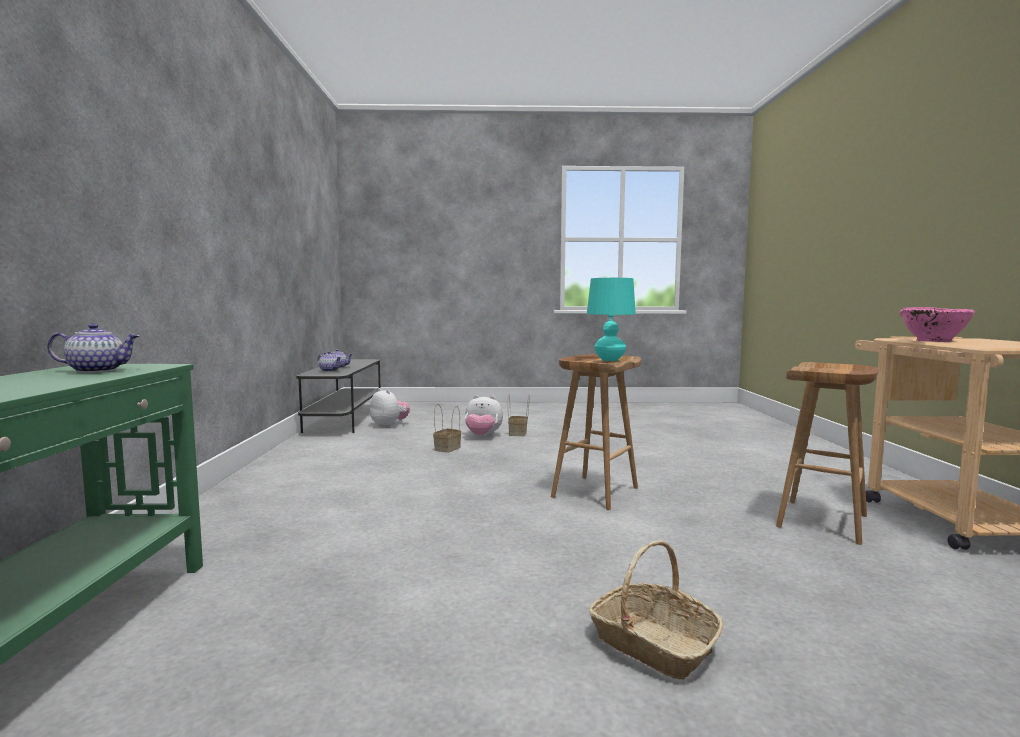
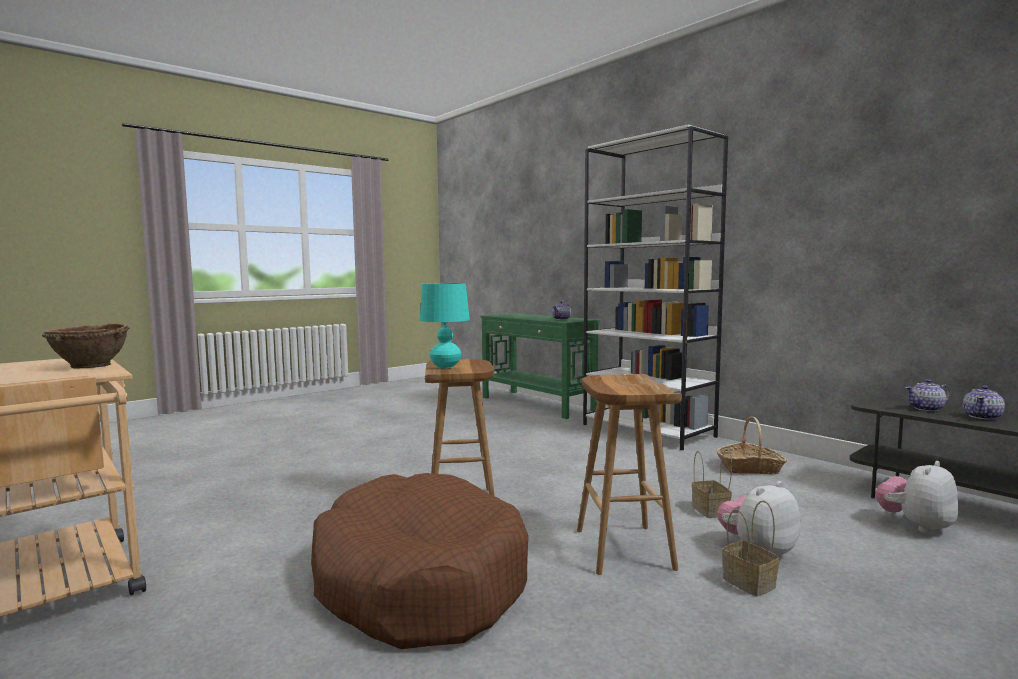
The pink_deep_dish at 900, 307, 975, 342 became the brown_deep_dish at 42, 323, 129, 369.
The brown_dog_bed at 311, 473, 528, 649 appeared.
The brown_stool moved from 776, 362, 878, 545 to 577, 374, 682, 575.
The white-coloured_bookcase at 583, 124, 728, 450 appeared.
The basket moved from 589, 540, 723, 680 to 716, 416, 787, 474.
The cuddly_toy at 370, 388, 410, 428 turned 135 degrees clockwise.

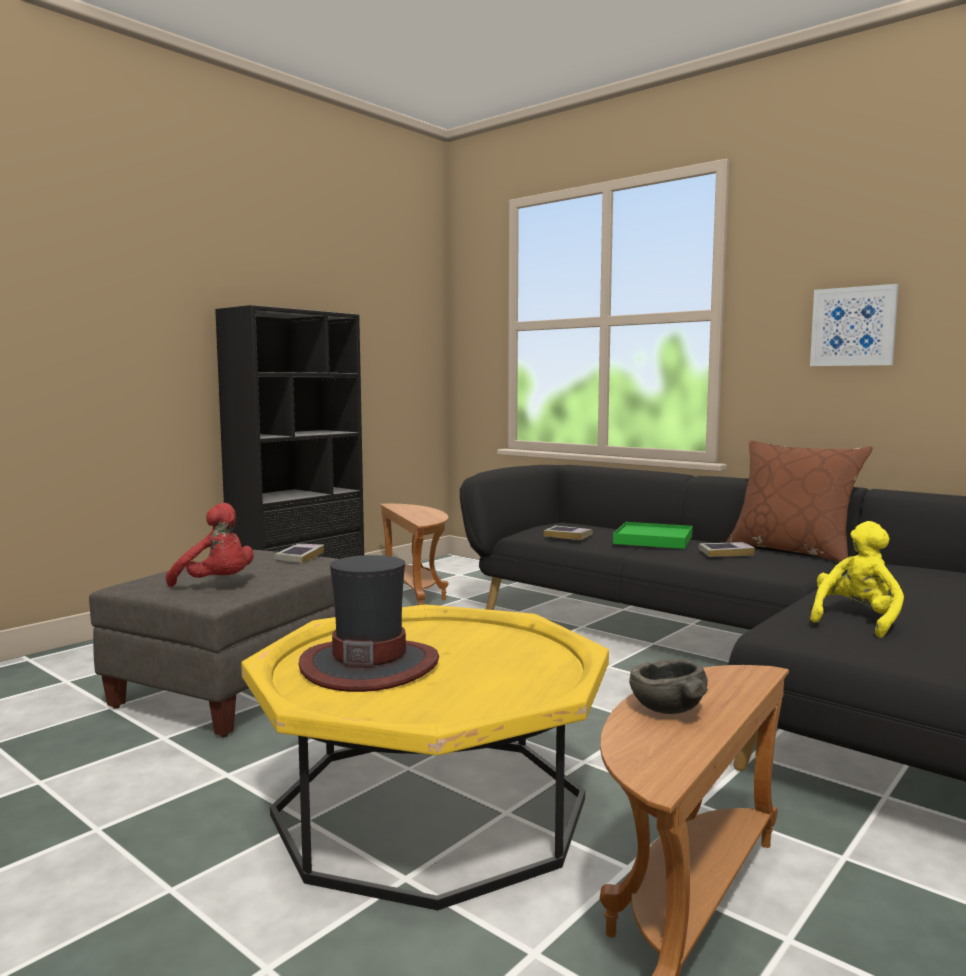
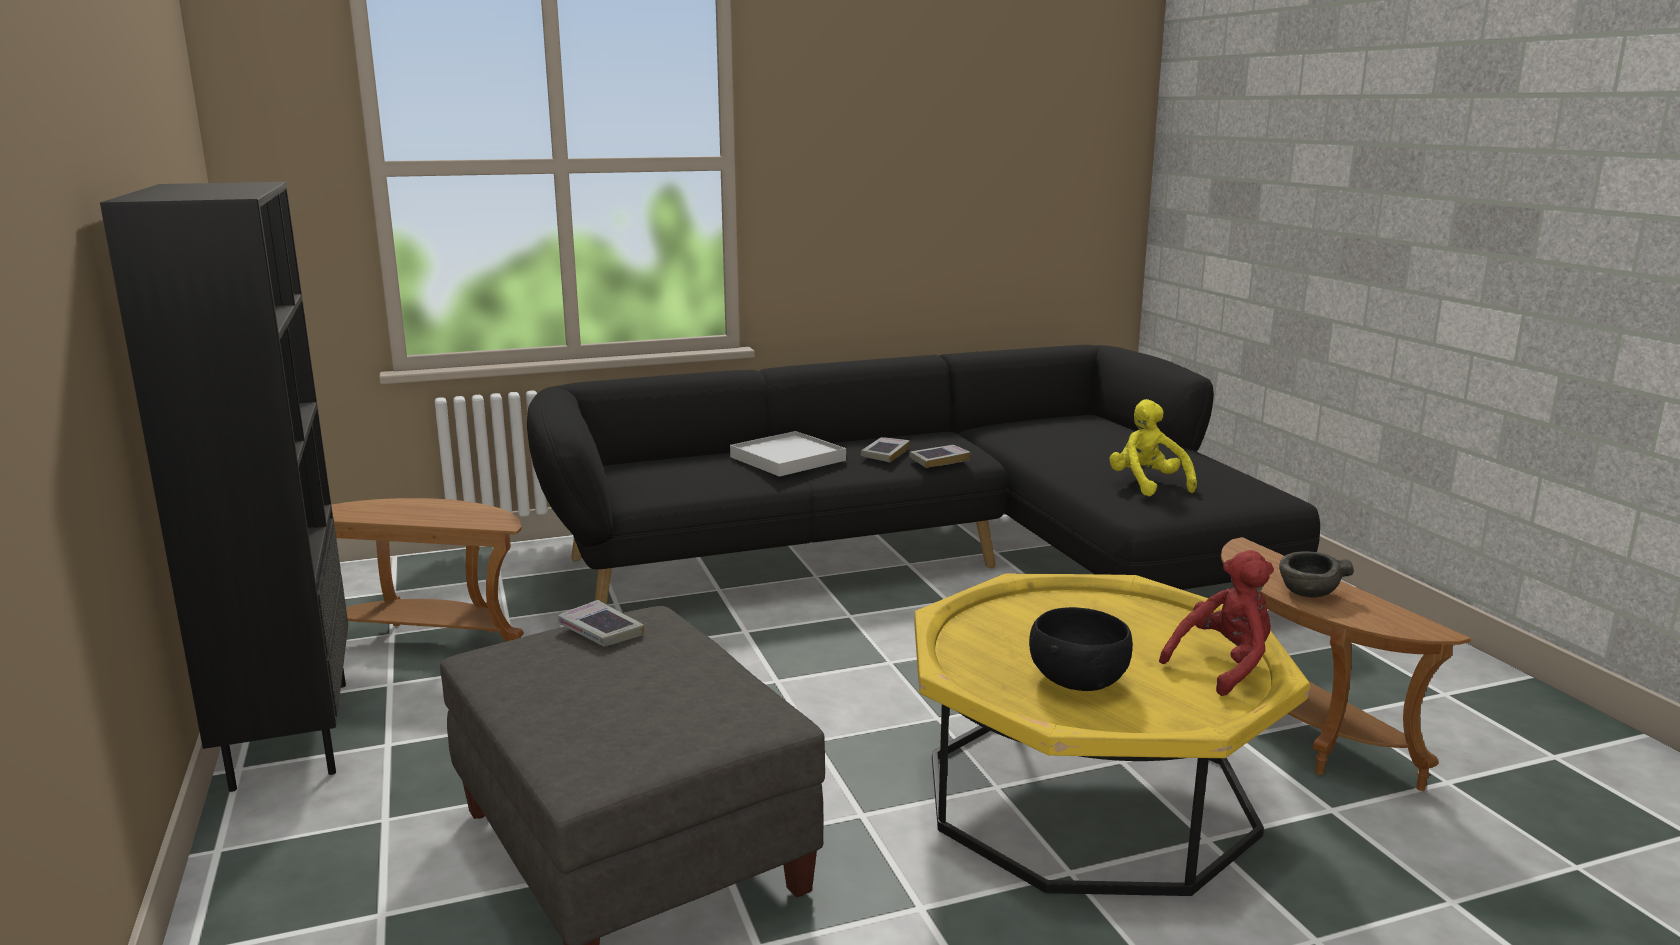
The green_carrying_tray at 613, 522, 693, 549 became the white-coloured_carrying_tray at 730, 431, 846, 477.
The bound_book moved from 544, 526, 592, 540 to 909, 445, 970, 468.
The hat at 298, 555, 439, 692 was replaced by the blackish_deep_dish at 1029, 607, 1133, 691.
The reddish_cuddly_toy moved from 166, 503, 254, 587 to 1159, 550, 1274, 696.
The brown_cushion at 726, 440, 873, 563 disappeared.
The picture at 810, 284, 898, 366 disappeared.

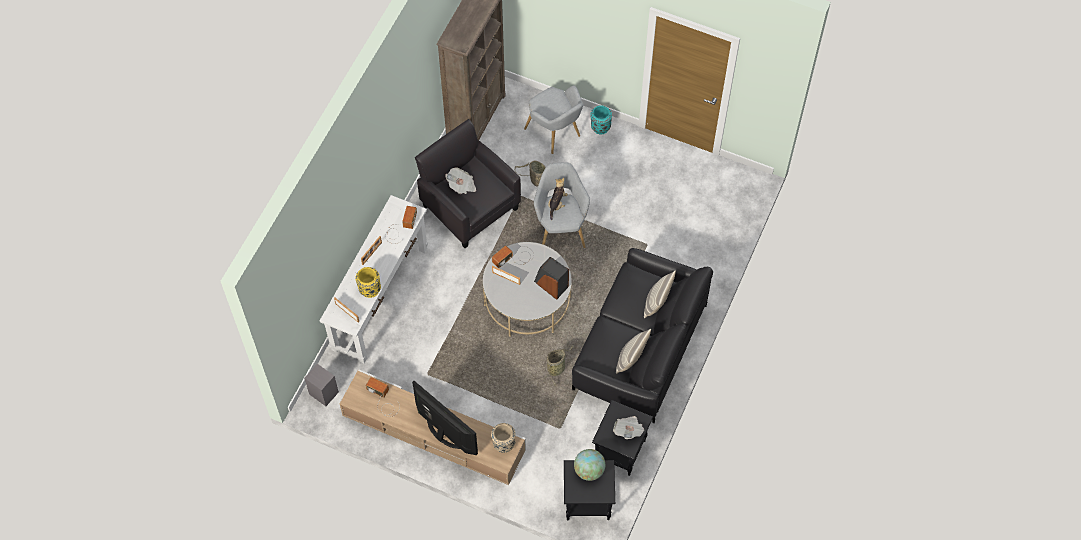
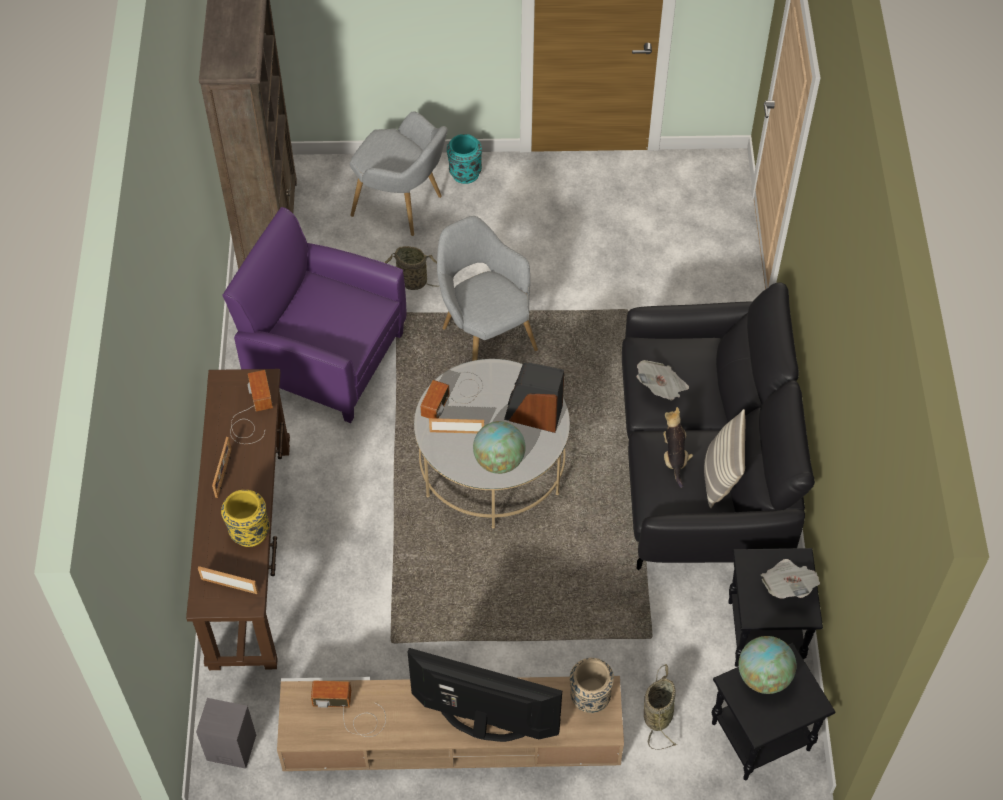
The white-coloured_console_table at 319, 195, 428, 363 became the brown_console_table at 186, 369, 290, 670.
The blackish_armchair at 415, 119, 521, 248 became the purplish_armchair at 222, 207, 407, 423.
The desk_globe at 473, 421, 526, 474 appeared.
The printed_paper moved from 446, 167, 476, 194 to 636, 360, 689, 400.
The basket moved from 543, 346, 573, 386 to 644, 664, 677, 749.
The cuddly_toy moved from 548, 178, 568, 220 to 663, 407, 693, 488.
The cushion at 644, 271, 676, 318 disappeared.

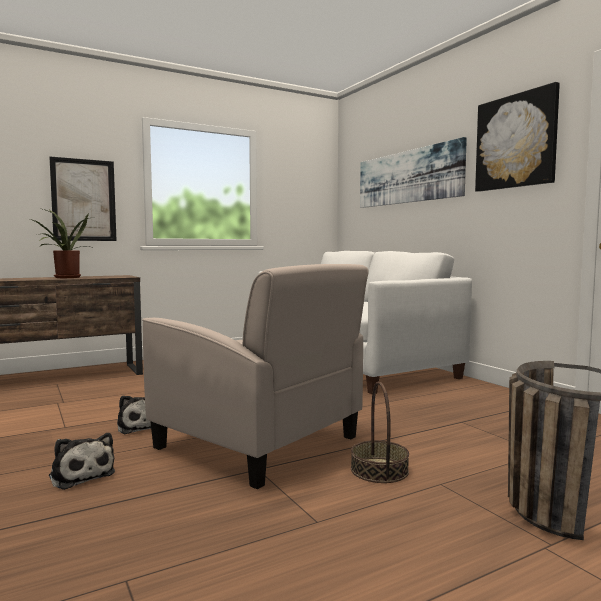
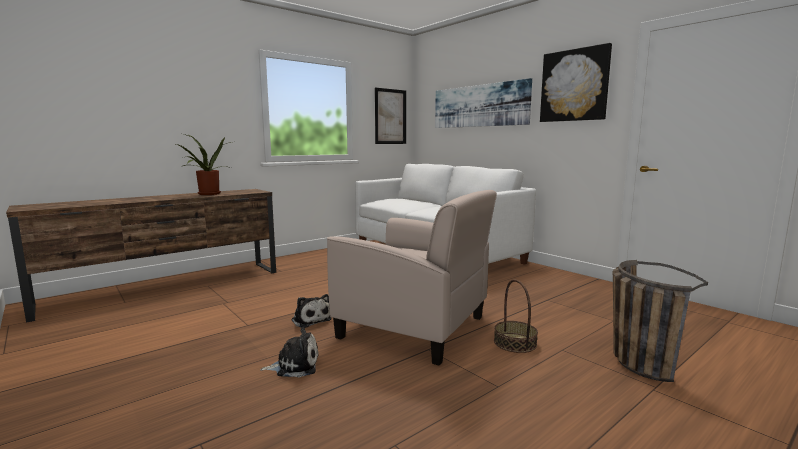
The cuddly_toy at 49, 433, 115, 490 turned 45 degrees counterclockwise.
The picture moved from 49, 157, 117, 241 to 375, 87, 406, 144.

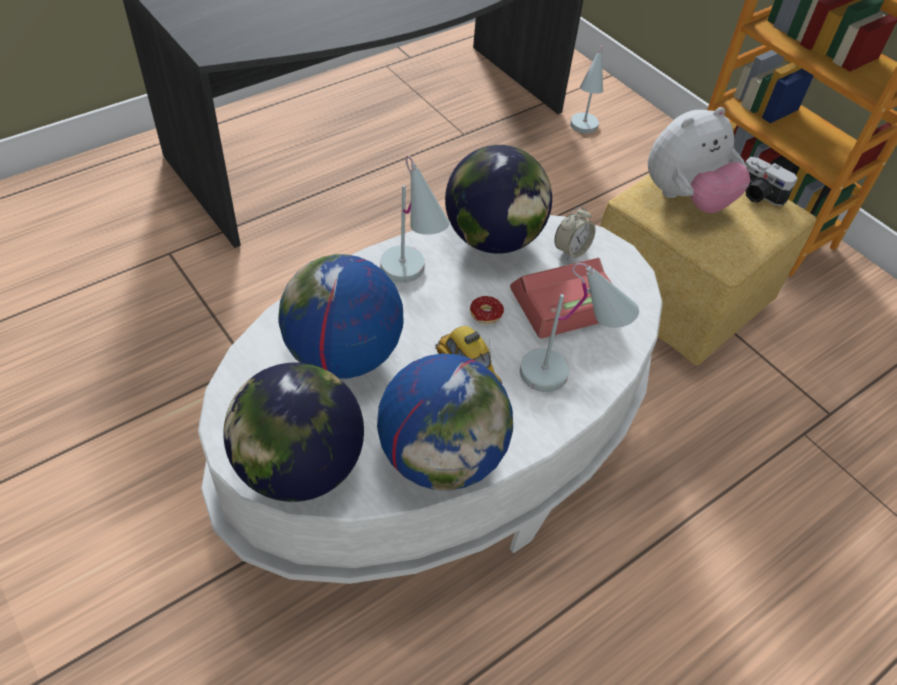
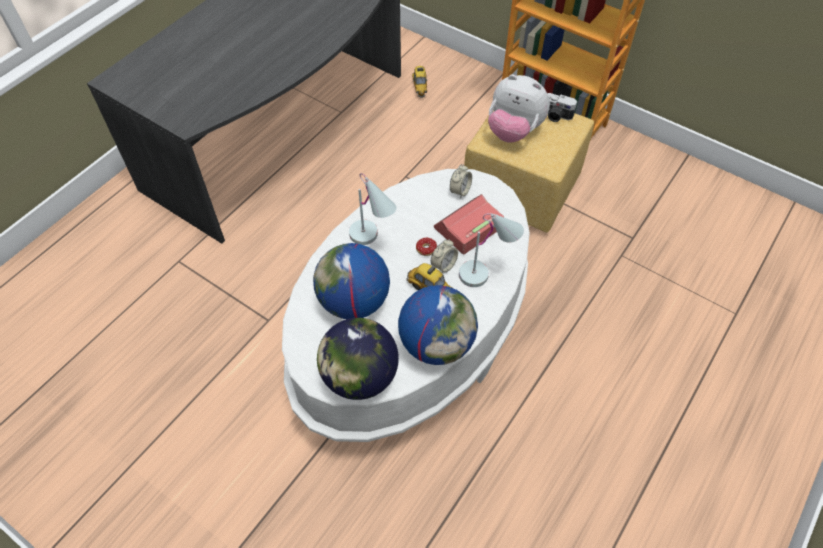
The white-coloured_table_lamp at 570, 45, 603, 134 was replaced by the miniature_car at 412, 66, 427, 98.
The bedside_clock at 431, 239, 458, 273 appeared.
The cuddly_toy at 648, 107, 750, 213 turned 75 degrees clockwise.
The desk_globe at 445, 145, 552, 254 disappeared.

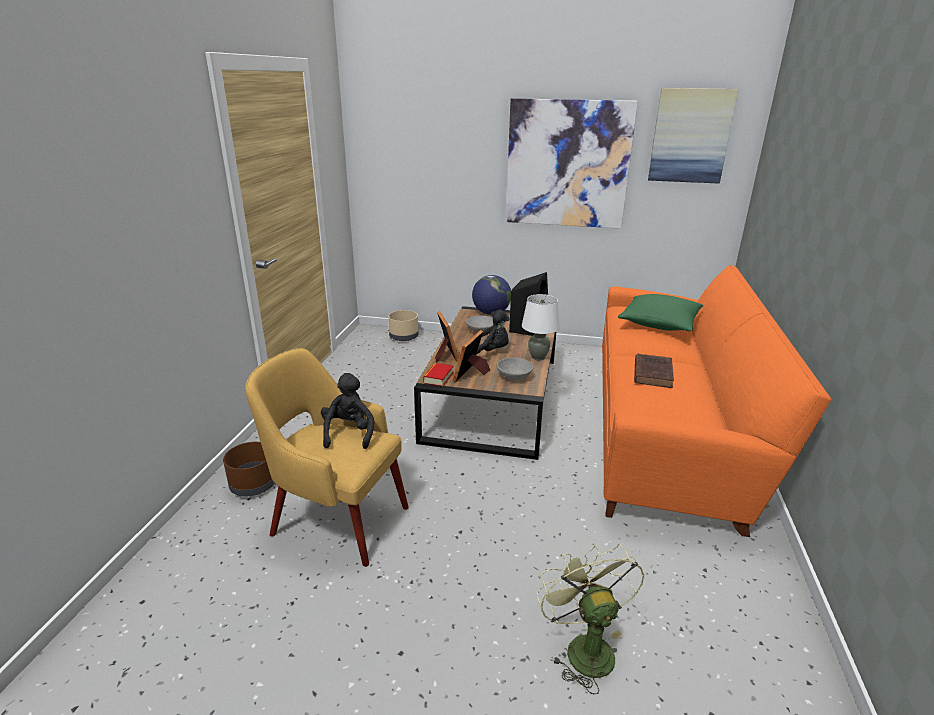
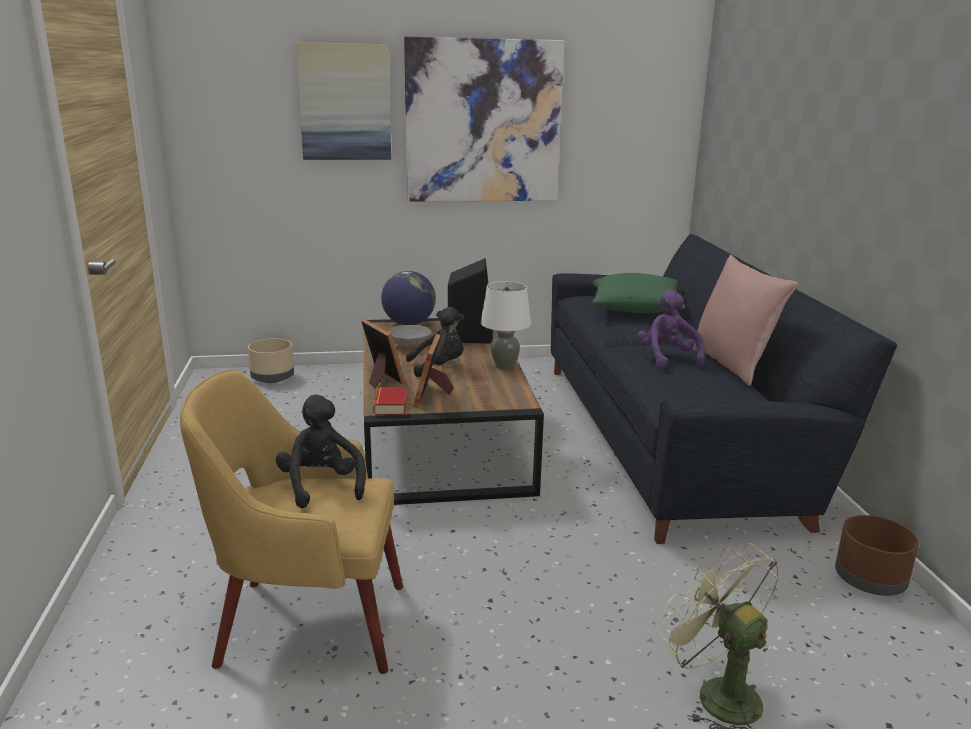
The picture moved from 648, 88, 738, 184 to 296, 42, 391, 160.
The orange_sofa at 602, 265, 831, 537 became the blackish_sofa at 551, 234, 897, 544.
The brown_bound_book at 634, 354, 674, 388 was replaced by the purplish_cuddly_toy at 637, 290, 705, 369.
The pink_cushion at 692, 255, 798, 386 appeared.
The brown_planter moved from 223, 442, 275, 496 to 835, 515, 919, 596.
The grey_deep_dish at 497, 357, 534, 380 disappeared.

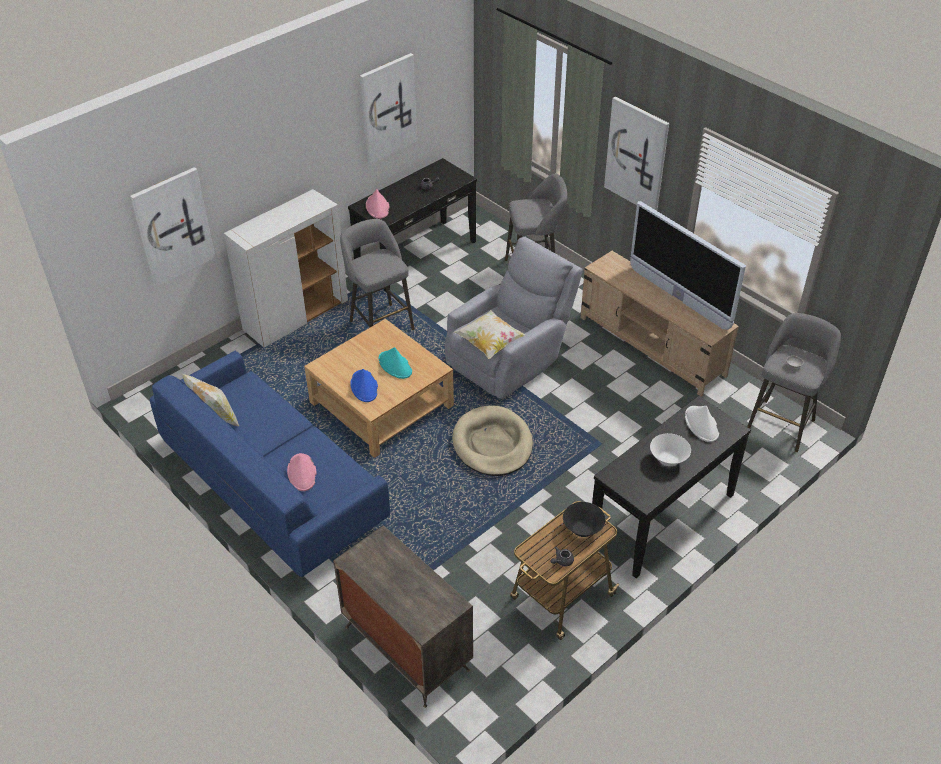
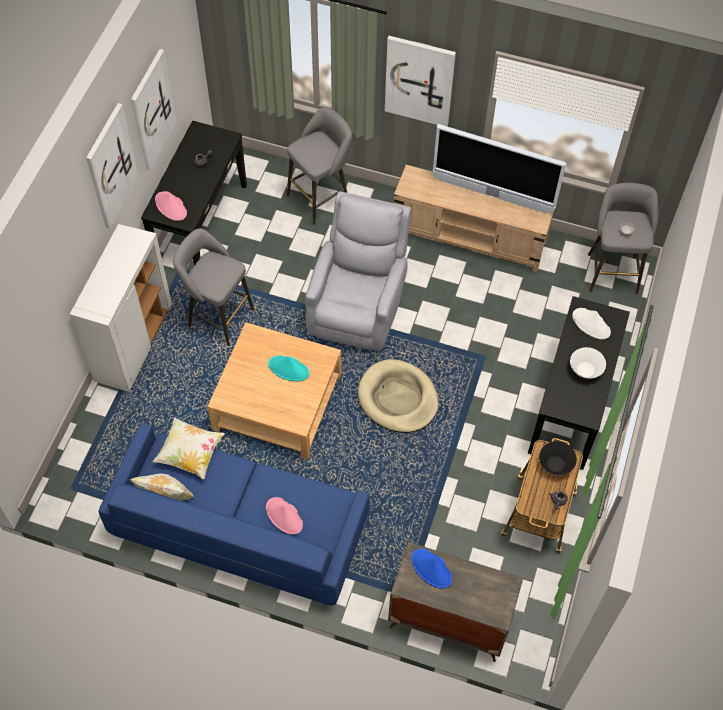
The picture moved from 130, 167, 215, 287 to 86, 103, 139, 229.
The cushion moved from 454, 310, 526, 359 to 153, 417, 225, 479.
The bluish_hat moved from 350, 369, 378, 402 to 411, 548, 452, 589.

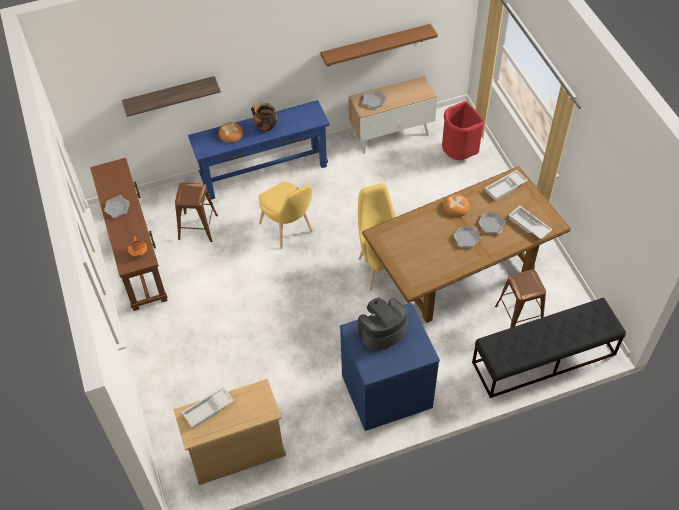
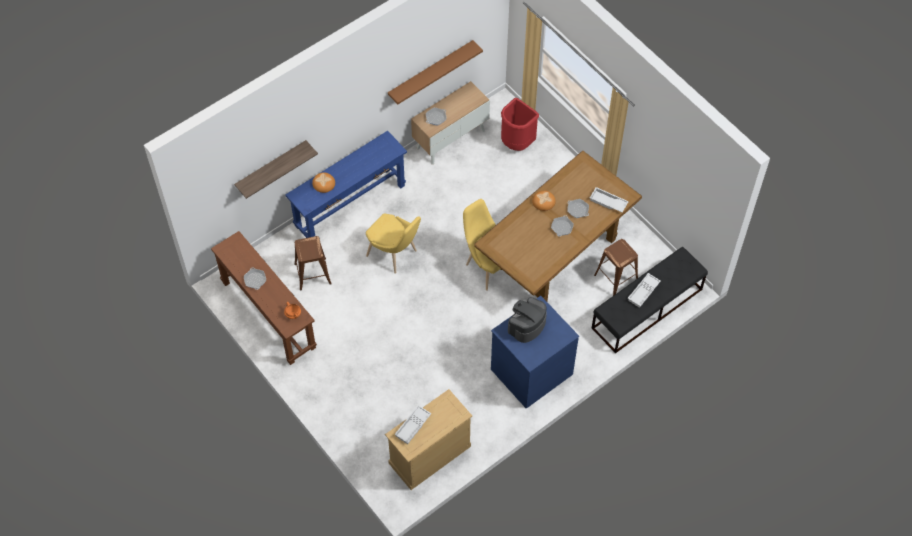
The white-coloured_carrying_tray moved from 485, 170, 528, 201 to 628, 273, 661, 308.
The stockpot at 251, 103, 277, 131 disappeared.

